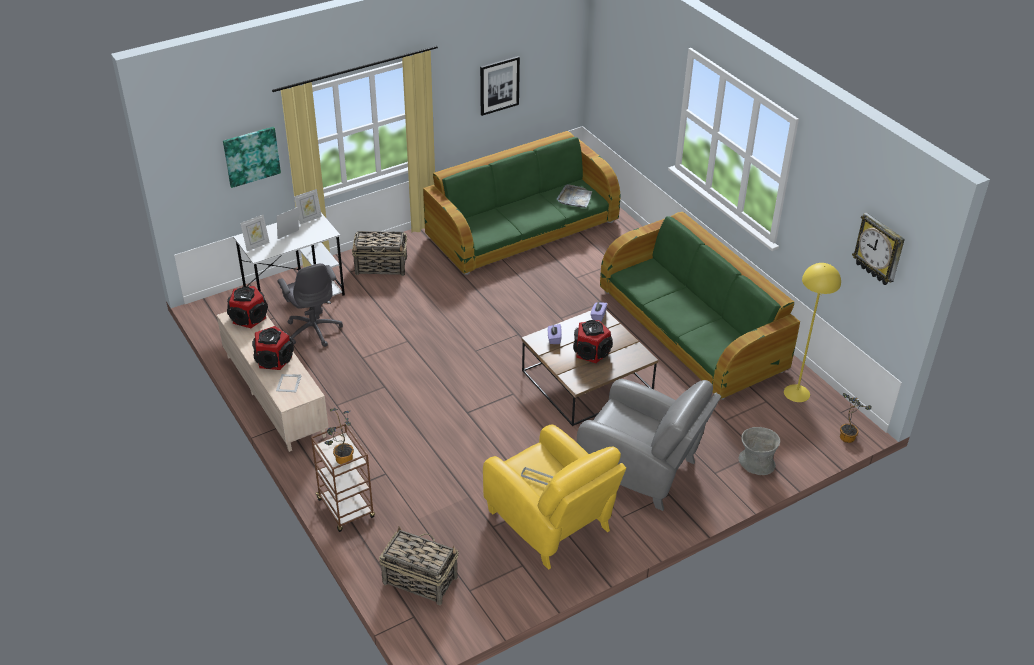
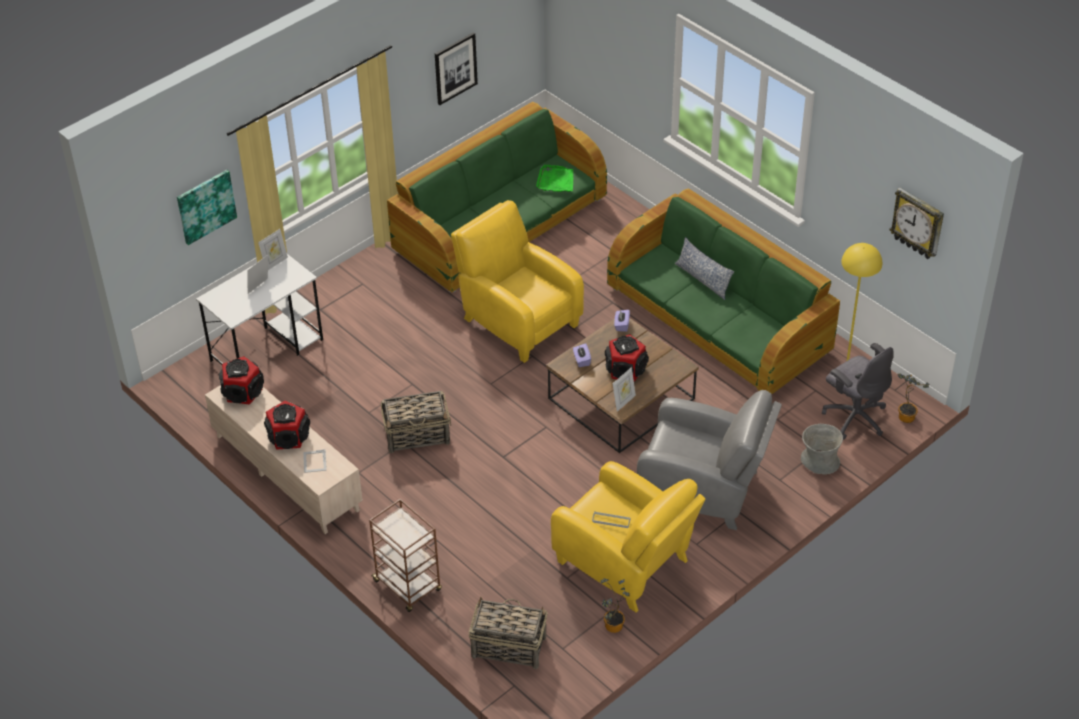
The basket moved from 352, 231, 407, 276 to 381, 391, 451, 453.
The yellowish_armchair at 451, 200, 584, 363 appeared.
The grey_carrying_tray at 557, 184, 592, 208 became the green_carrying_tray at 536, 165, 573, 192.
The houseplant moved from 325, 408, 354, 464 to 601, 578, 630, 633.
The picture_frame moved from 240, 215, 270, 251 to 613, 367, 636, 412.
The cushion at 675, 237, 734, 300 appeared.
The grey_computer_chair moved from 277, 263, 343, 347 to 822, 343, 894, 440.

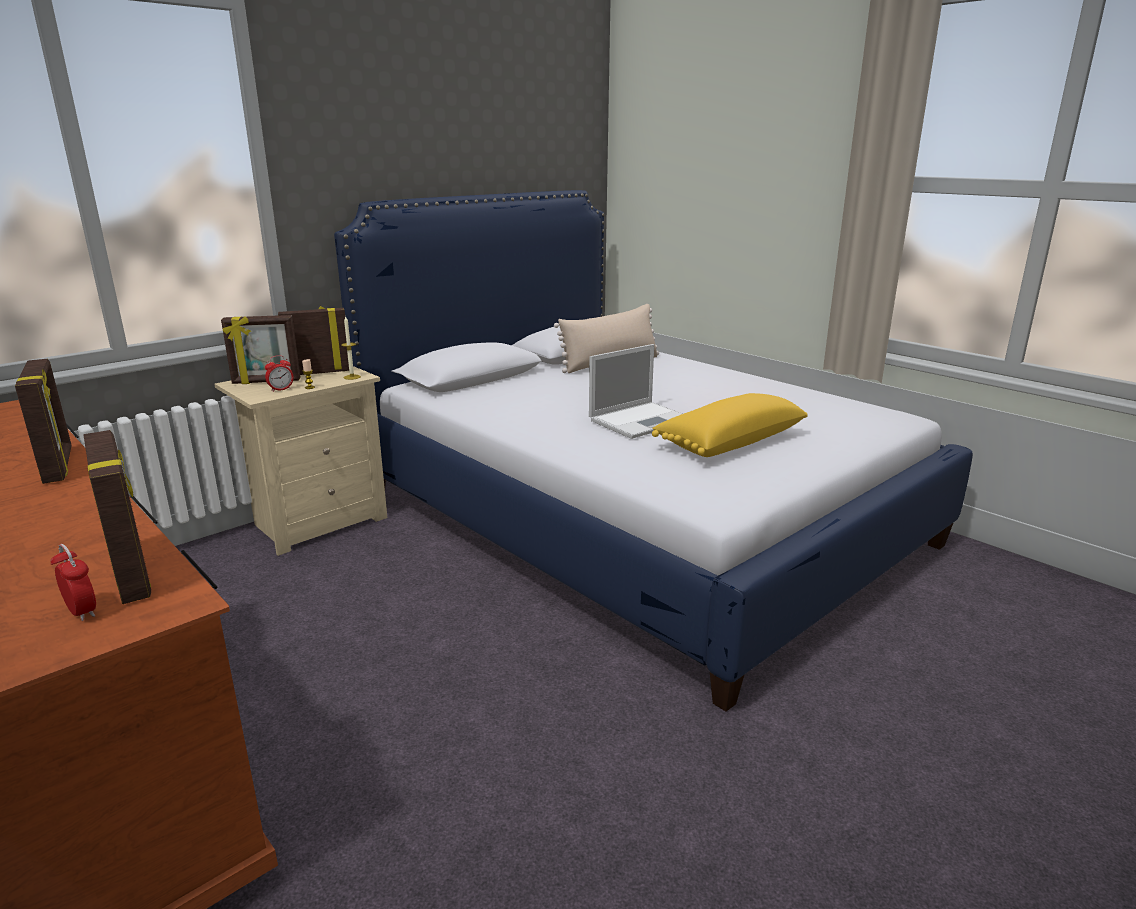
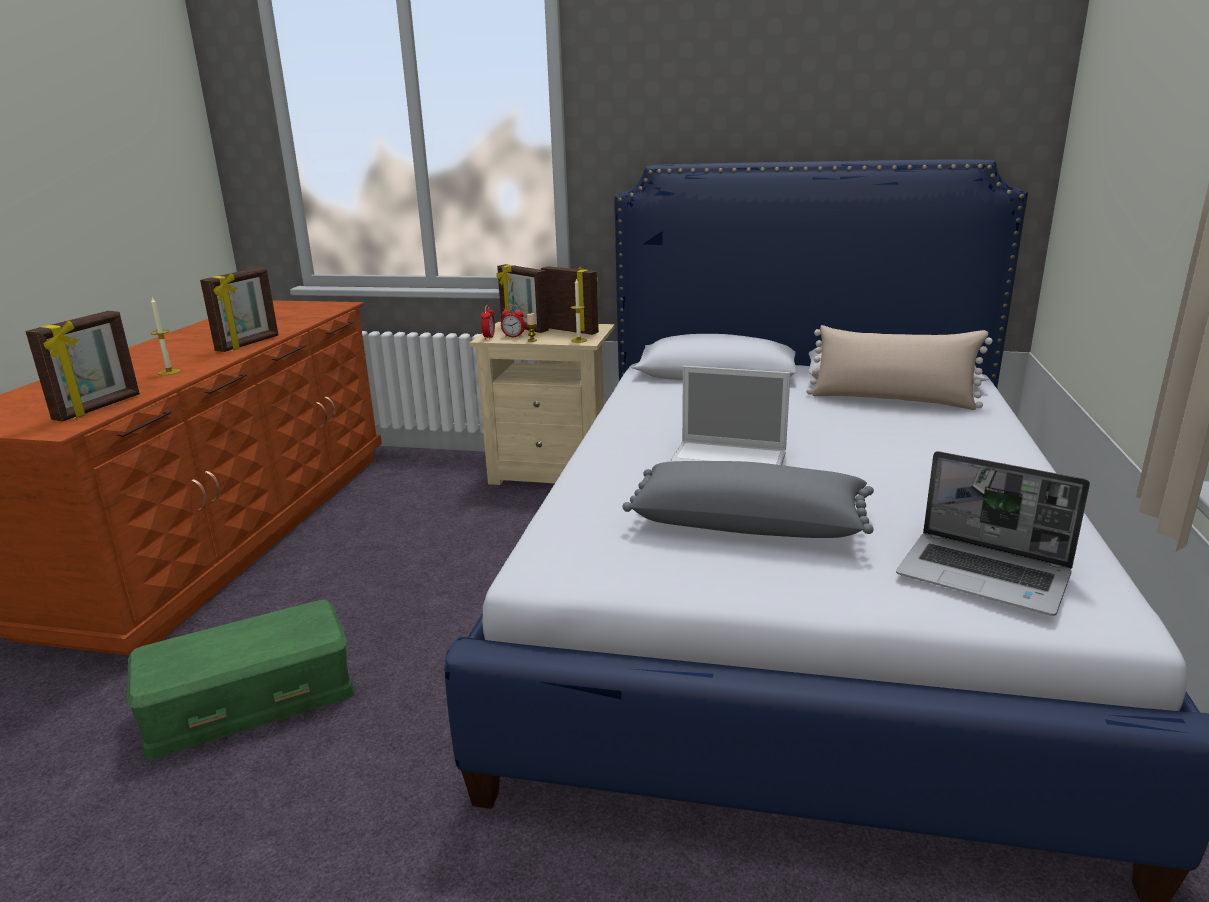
The green_storage_box at 127, 600, 355, 760 appeared.
The candle at 151, 298, 181, 375 appeared.
The bedside_clock moved from 51, 544, 96, 621 to 481, 305, 495, 340.
The yellowish_cushion at 652, 393, 808, 457 became the grey_cushion at 623, 461, 874, 538.
The notebook_computer at 896, 451, 1090, 616 appeared.

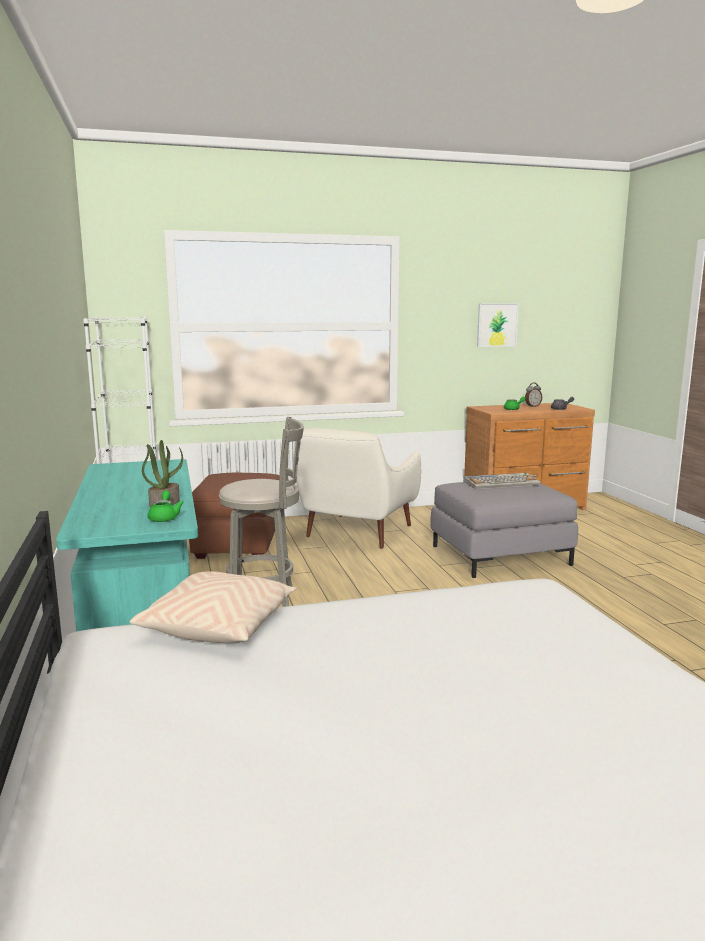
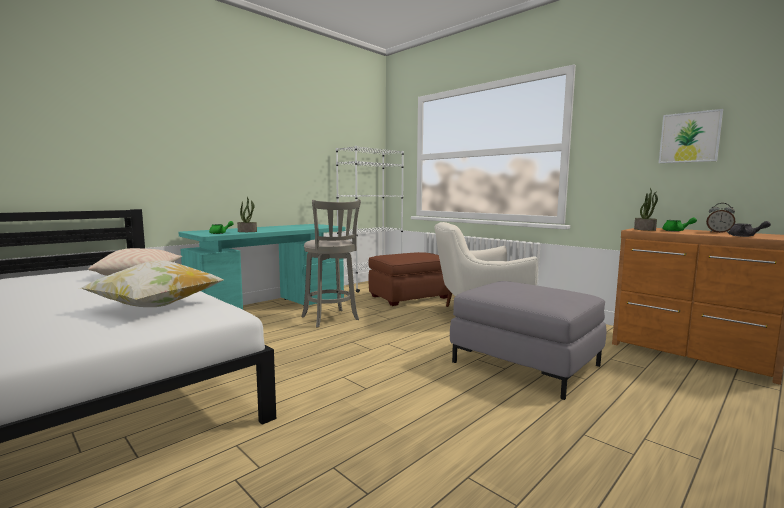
The cushion at 80, 260, 223, 307 appeared.
The houseplant at 634, 188, 658, 231 appeared.
The computer_keyboard at 463, 473, 541, 489 disappeared.

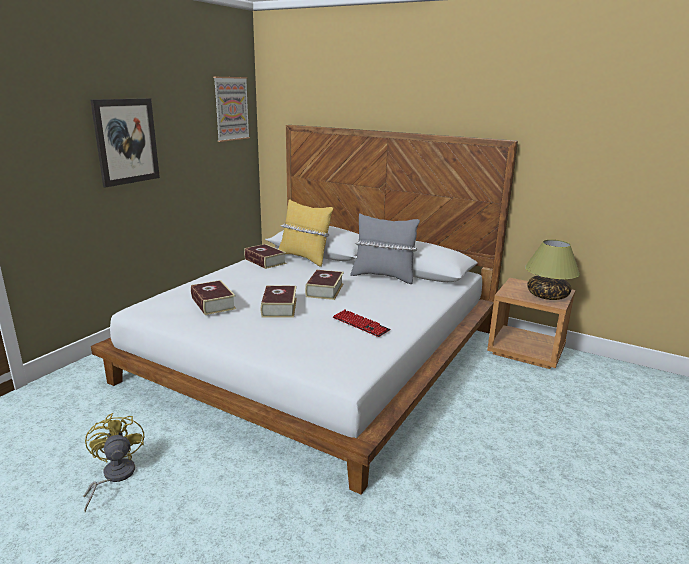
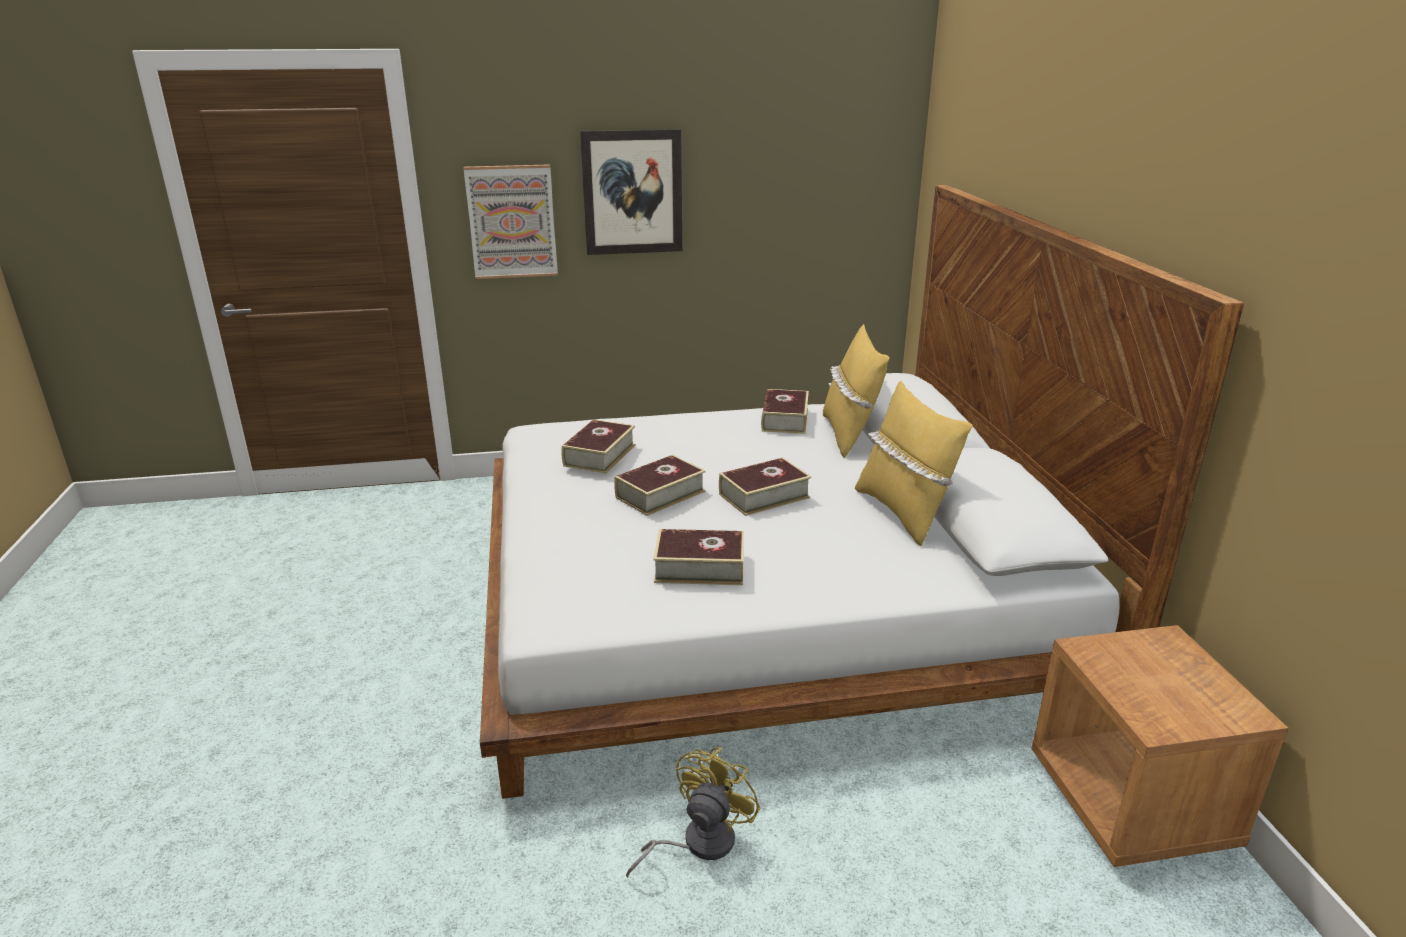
The picture moved from 213, 77, 250, 142 to 463, 164, 558, 279.
The yellowish_fan moved from 83, 413, 144, 512 to 626, 747, 761, 878.
The computer_keyboard at 333, 309, 391, 337 was replaced by the bound_book at 653, 529, 744, 585.
The grey_cushion at 350, 213, 420, 284 became the yellowish_cushion at 855, 381, 972, 546.
The table_lamp at 525, 239, 580, 300 disappeared.

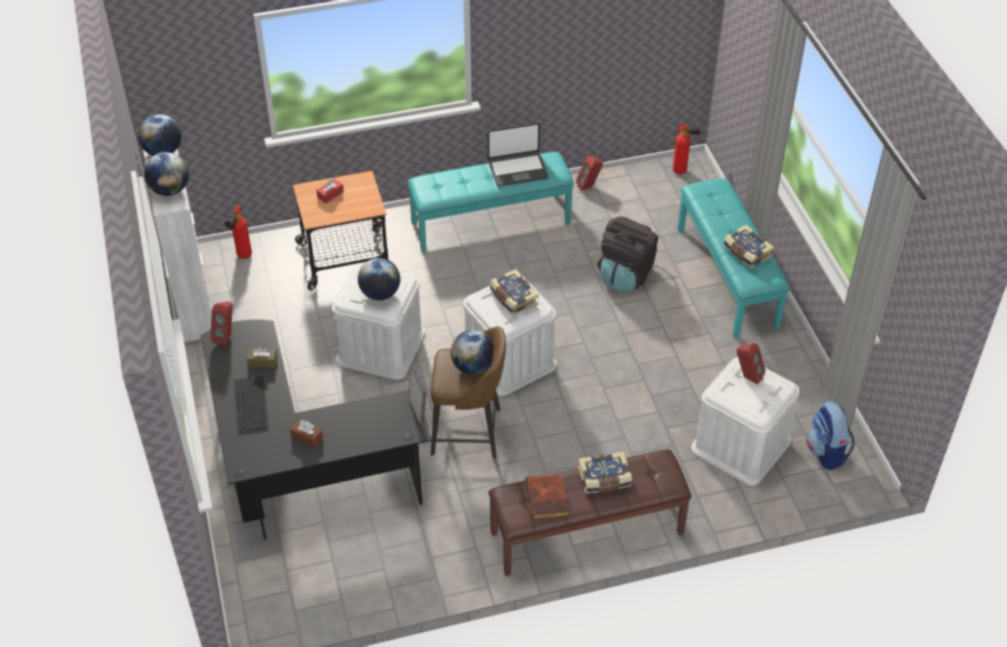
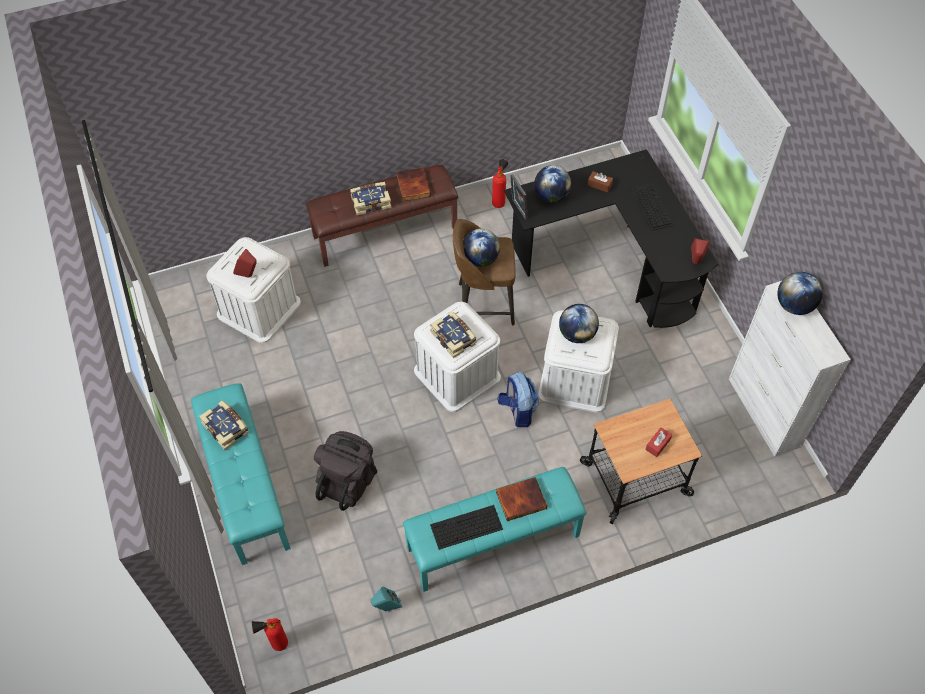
The reddish_audio_speaker at 576, 156, 603, 191 became the blue-green_audio_speaker at 371, 587, 402, 611.
The notebook_computer at 487, 122, 549, 186 was replaced by the computer_keyboard at 430, 505, 503, 550.
The fire_extinguisher moved from 225, 204, 252, 259 to 492, 159, 508, 208.
The bound_book at 496, 477, 547, 521 appeared.
The knapsack moved from 807, 401, 855, 470 to 498, 372, 539, 427.
The desk_globe moved from 138, 114, 181, 156 to 534, 165, 571, 202.
The brown_tissue_box at 247, 347, 278, 368 disappeared.

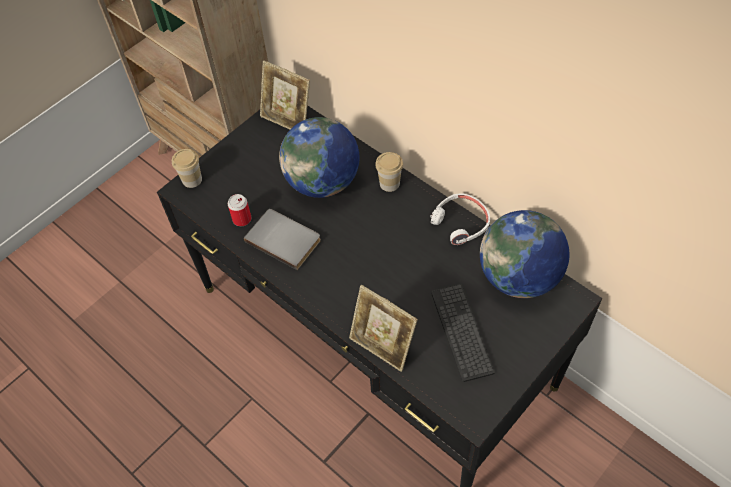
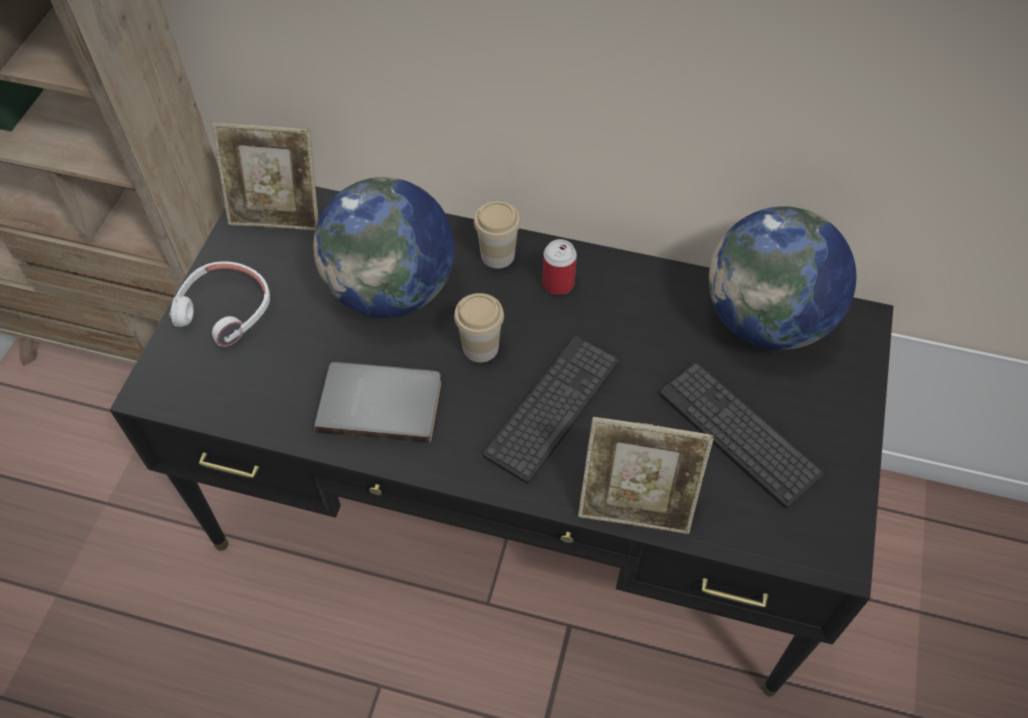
The white-coloured_pair_of_headphones moved from 430, 193, 490, 245 to 169, 261, 270, 347.
The small_cup moved from 172, 149, 202, 188 to 454, 293, 504, 362.
The computer_keyboard at 483, 336, 619, 484 appeared.
The sealed_can moved from 228, 194, 252, 226 to 543, 239, 577, 295.

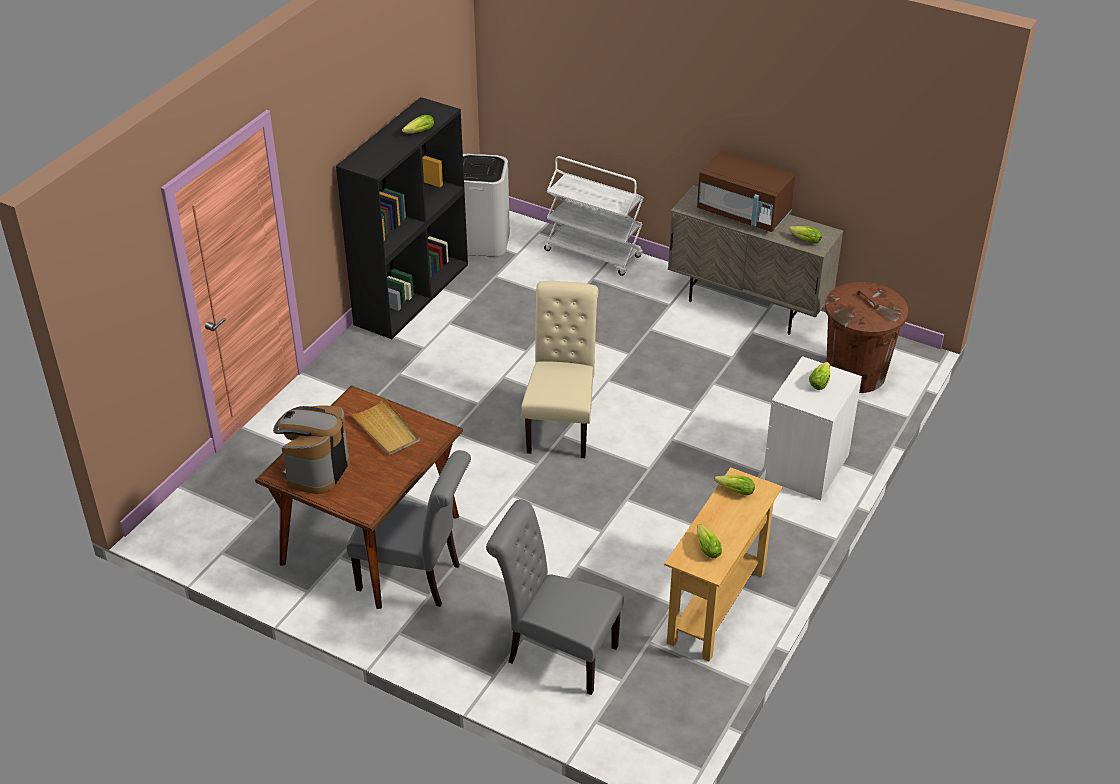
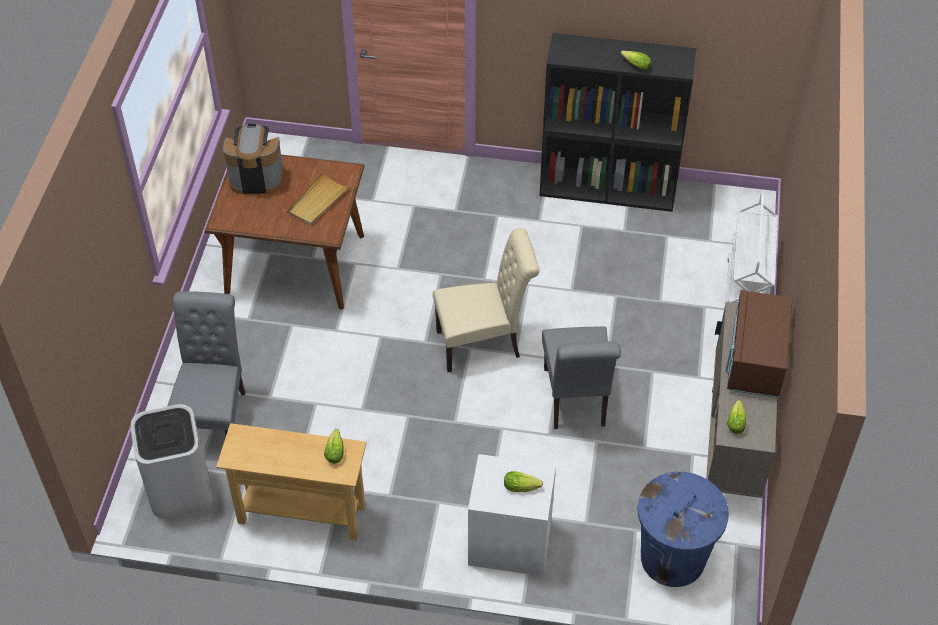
The white-coloured_rubbish_bin moved from 463, 153, 510, 256 to 130, 404, 213, 519.
The grey_upright_chair moved from 347, 450, 471, 607 to 542, 327, 621, 429.
The brown_rubbish_bin at 825, 282, 908, 393 became the bluish_rubbish_bin at 637, 472, 729, 587.
The lettuce_head at 697, 524, 722, 558 disappeared.

